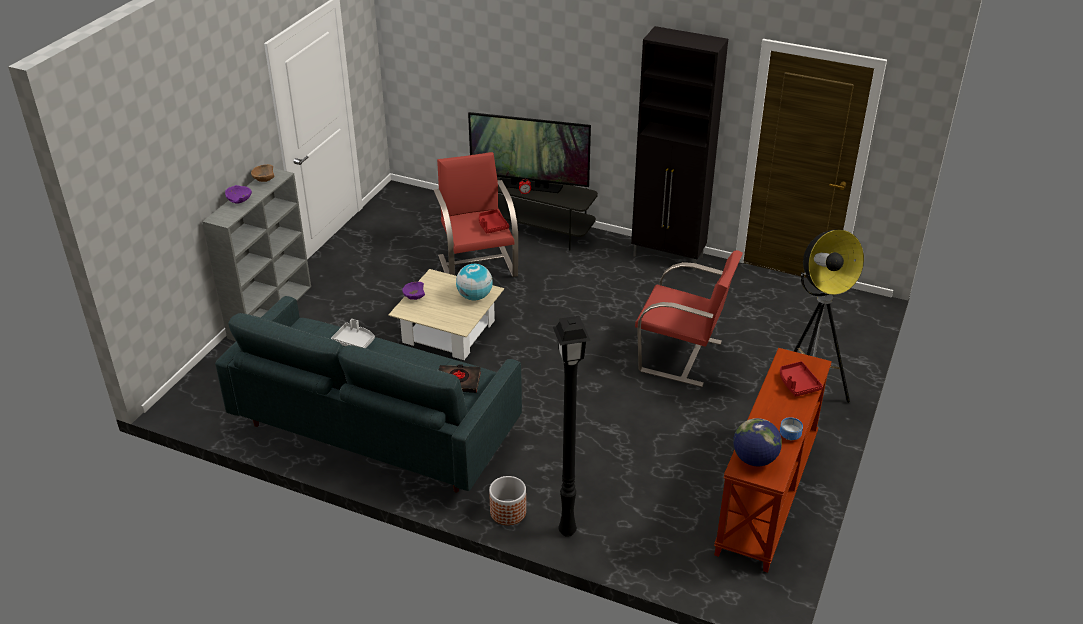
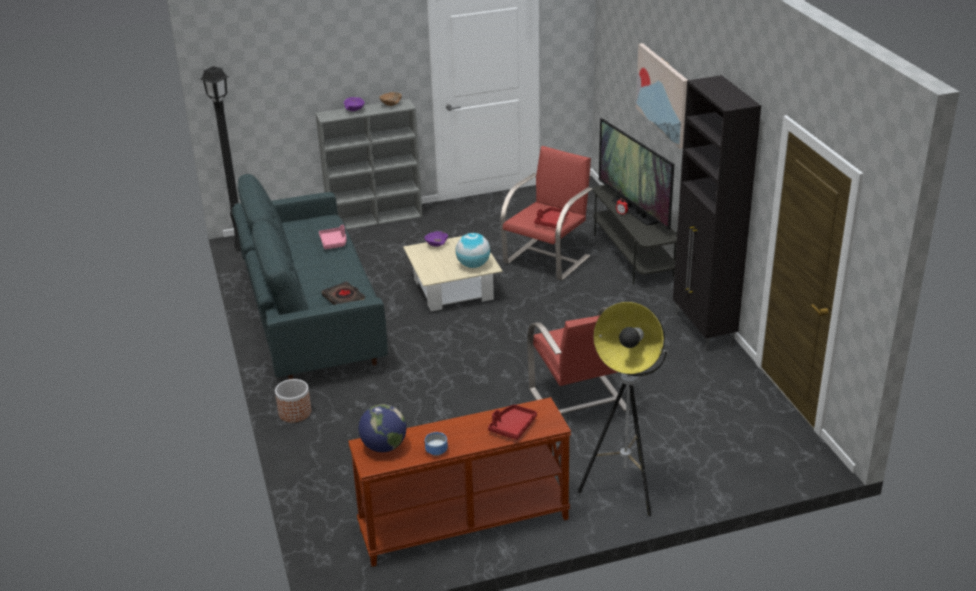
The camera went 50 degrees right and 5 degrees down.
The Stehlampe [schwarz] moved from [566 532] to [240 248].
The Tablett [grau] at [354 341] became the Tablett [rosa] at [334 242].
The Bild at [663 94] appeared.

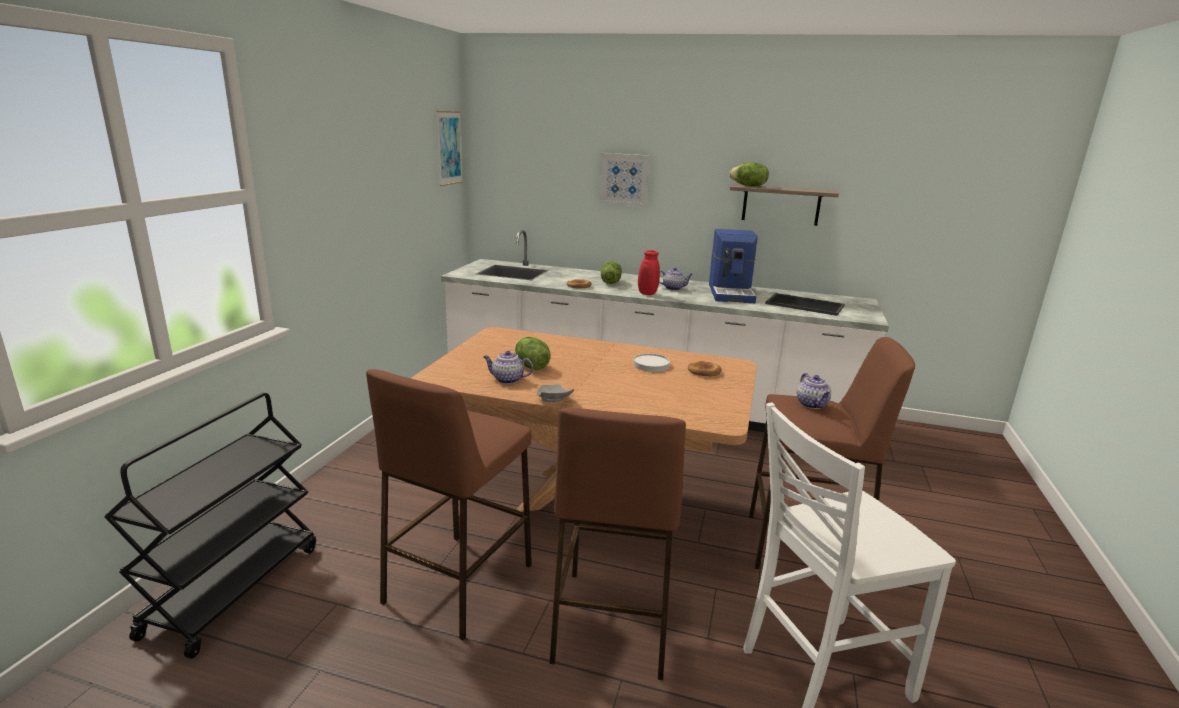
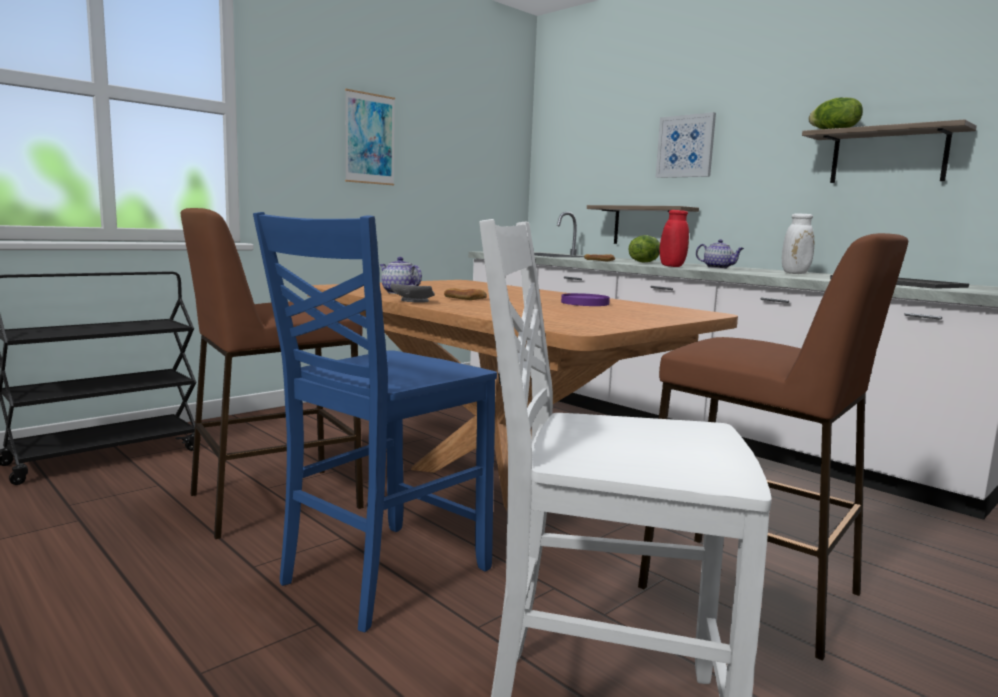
The camera went 30 degrees right and 10 degrees down.
The Hocker [braun] at [613 622] was replaced by the Stuhl [blau] at [380 575].
The Bild moved from [449 148] to [369 139].
The Brot moved from [704 371] to [465 298].
The Teller [weiß] at [651 365] became the Teller [lila] at [585 303].
The Wandregal at [648 226] appeared.
The Kaffeemaschine at [731 293] was replaced by the Vase [weiß] at [796 273].
The Salatkopf at [530 366] disappeared.
The Teekanne at [812 405] disappeared.

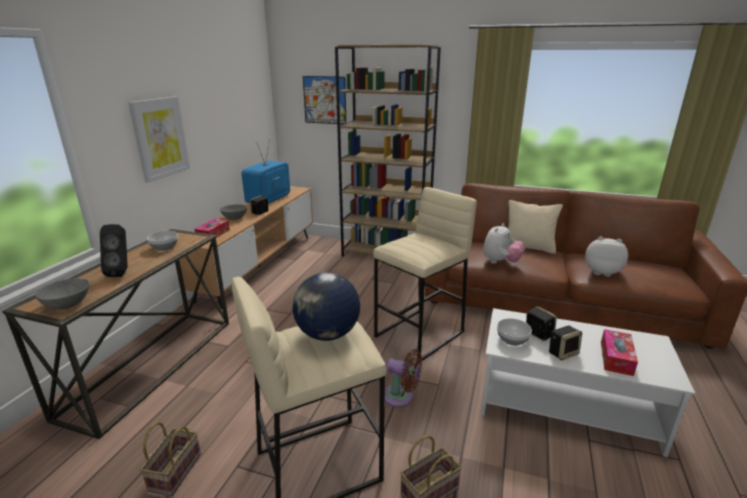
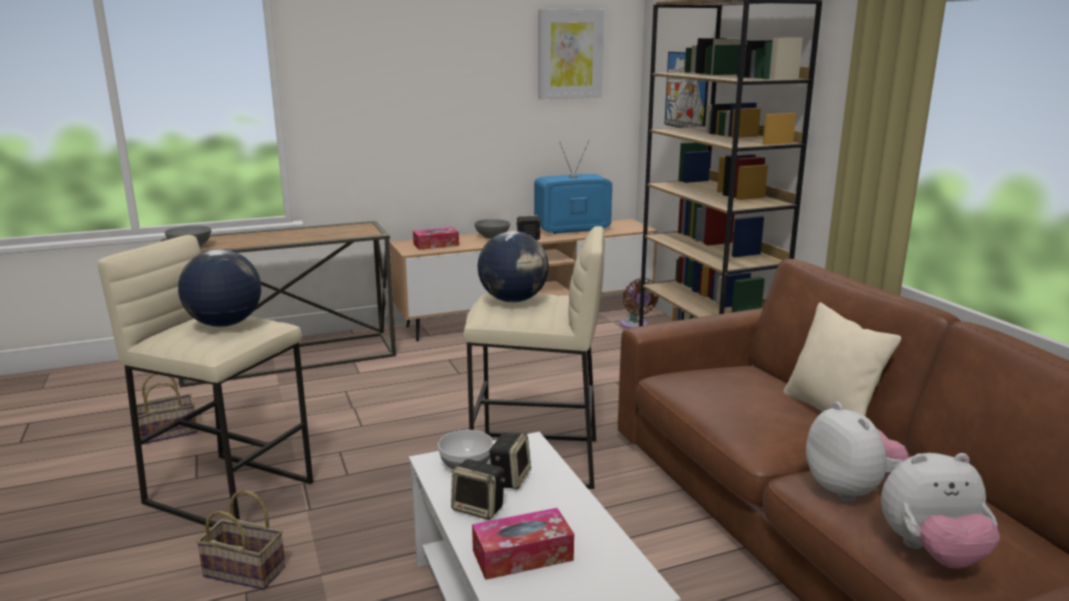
The camera went 50 degrees right and 5 degrees down.
The Globus at [513 300] appeared.
The Bild moved from [160 138] to [570 54].
The Ventilator [braun] moved from [401 397] to [635 325].
The Plüschtier moved from [500 262] to [931 553].
The Lautsprecher [schwarz] at [122 272] disappeared.
The Schüssel at [164 247] disappeared.

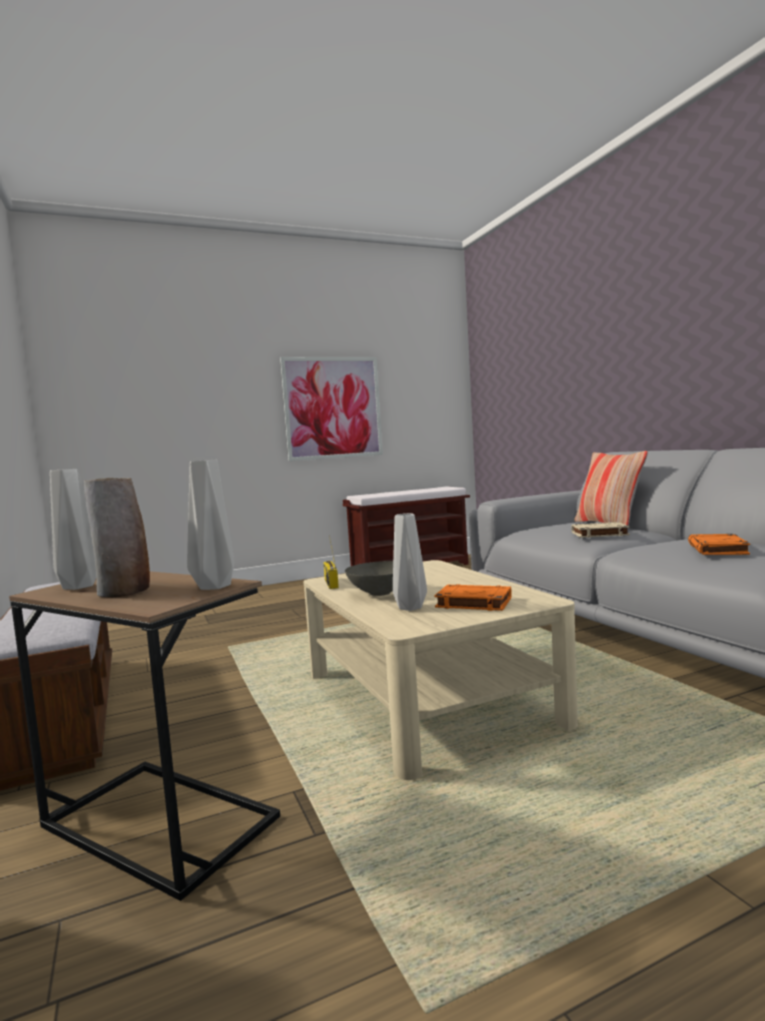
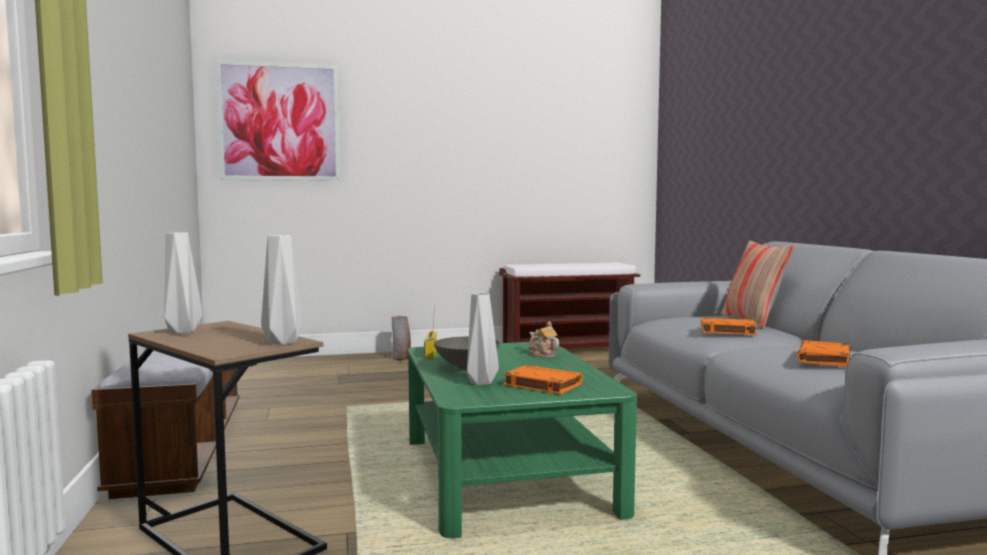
The camera went 10 degrees right and 0 degrees up.
The Bild moved from [333 408] to [279 122].
The Vase moved from [123 592] to [401 358].
The Couchtisch [beige] at [428 698] became the Couchtisch [grün] at [507 475].
The Teekanne at [542 354] appeared.
The Buch [beige] at [599 534] became the Buch [orange] at [727 330].

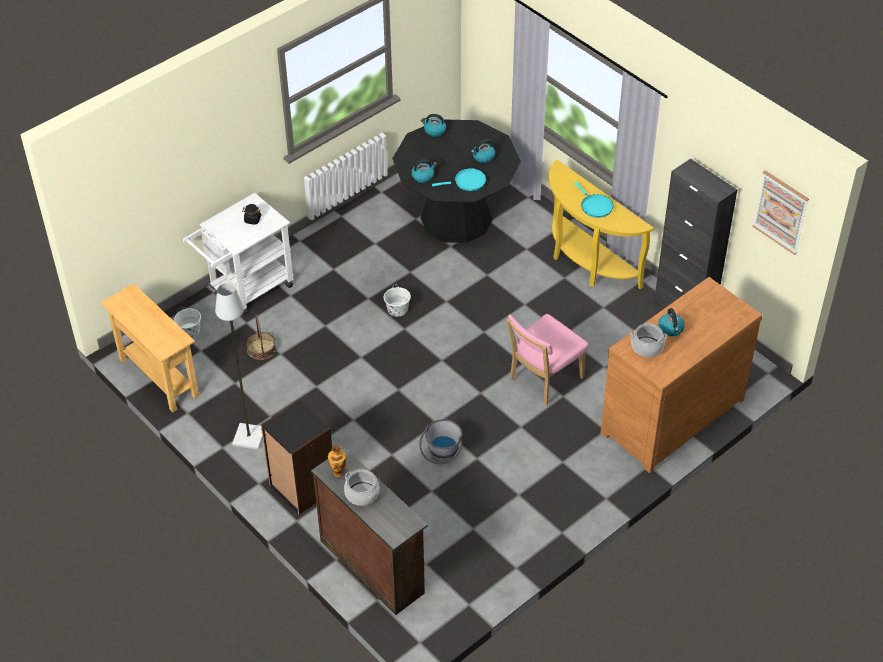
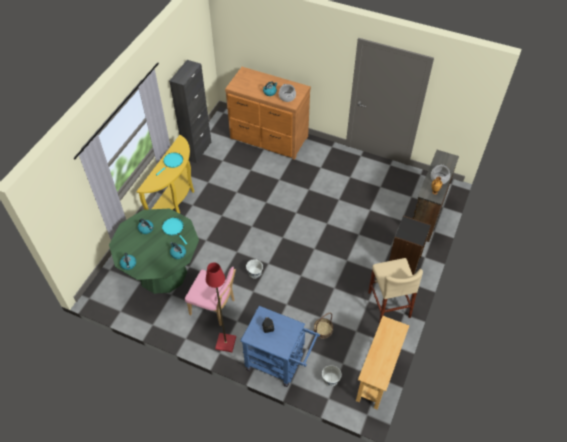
The camera went 115 degrees left and 5 degrees up.
The Esstisch [schwarz] at [456 218] became the Esstisch [grün] at [162 273].
The Stuhl [rosa] moved from [543 380] to [214 308].
The Stehlampe [rot] at [226 343] appeared.
The Rollwagen [weiß] at [246 290] became the Rollwagen [blau] at [279 363].
The Stehlampe [grau] at [248 436] was replaced by the Hocker [beige] at [388 304].
The Eimer [grau] at [442 457] disappeared.
The Bild at [781 212] disappeared.

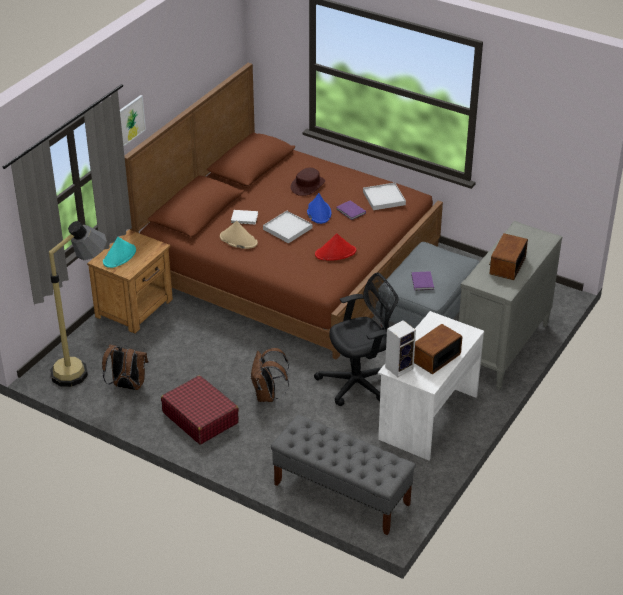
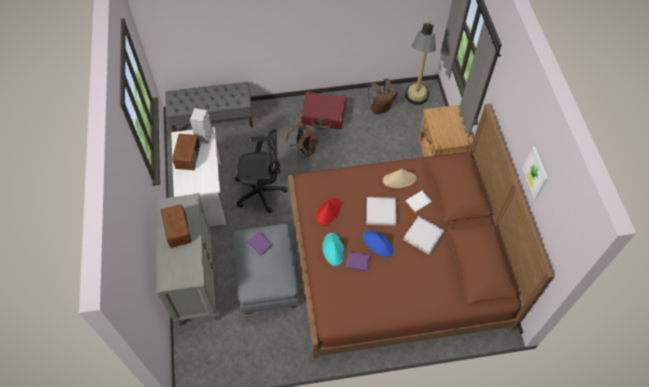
The camera went 140 degrees right and 20 degrees up.
The Bürostuhl [schwarz] at [359 383] turned 120 degrees counterclockwise.
The Hut [türkis] moved from [119 256] to [333 250].
The Tablett [weiß] moved from [384 198] to [423 236].
The Bild moved from [130 121] to [536 172].
The Hut [braun] at [307 185] disappeared.

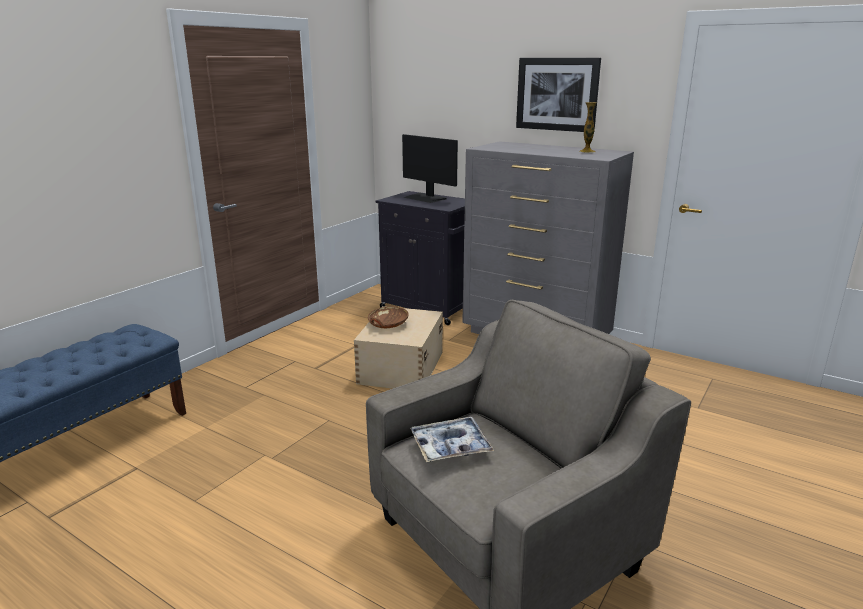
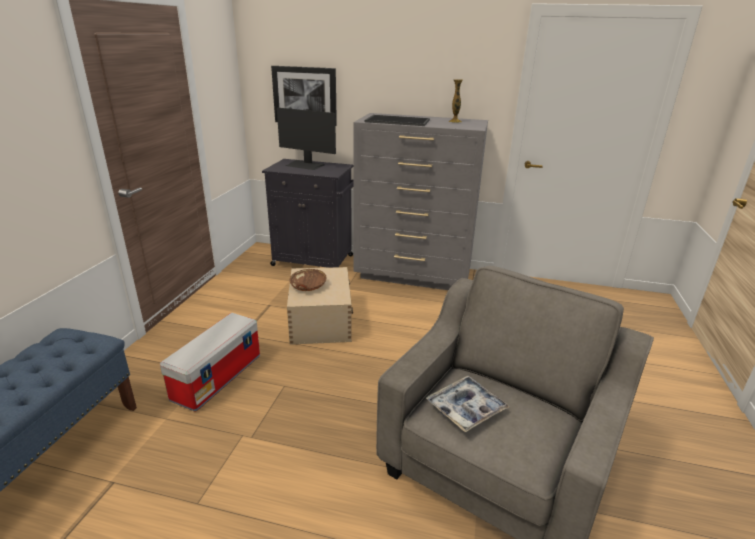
The camera went 20 degrees left and 5 degrees up.
The Aufbewahrungsbox at [218 377] appeared.
The Bild moved from [557 94] to [305 96].
The Tablett at [396 121] appeared.

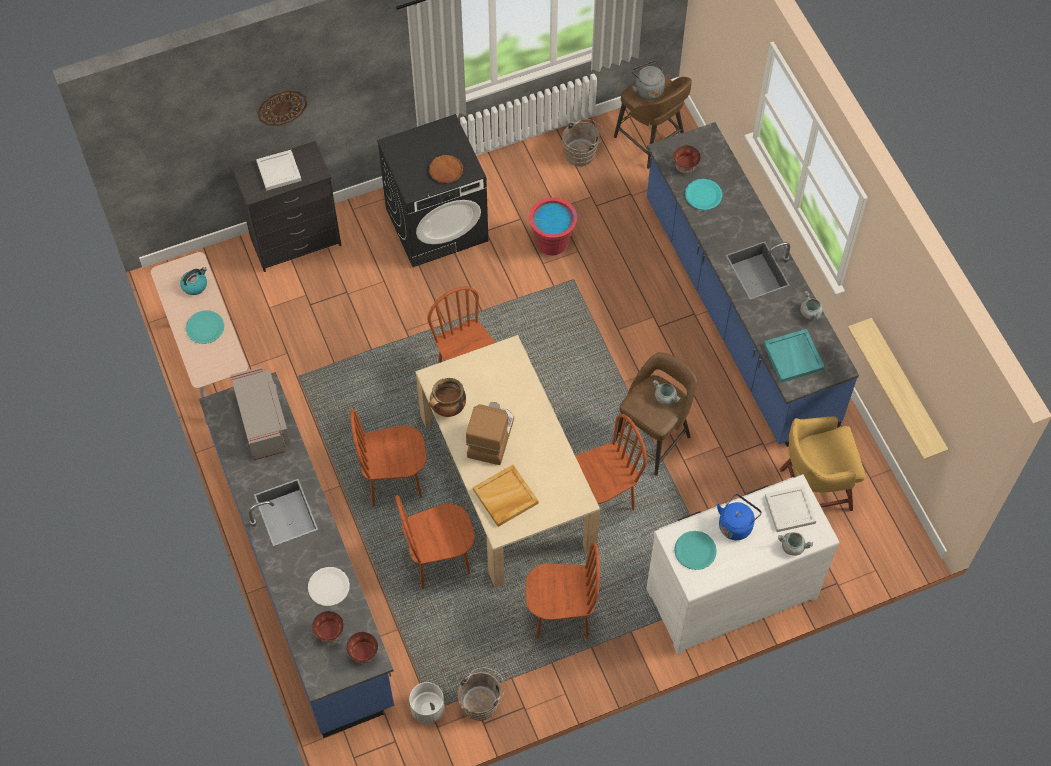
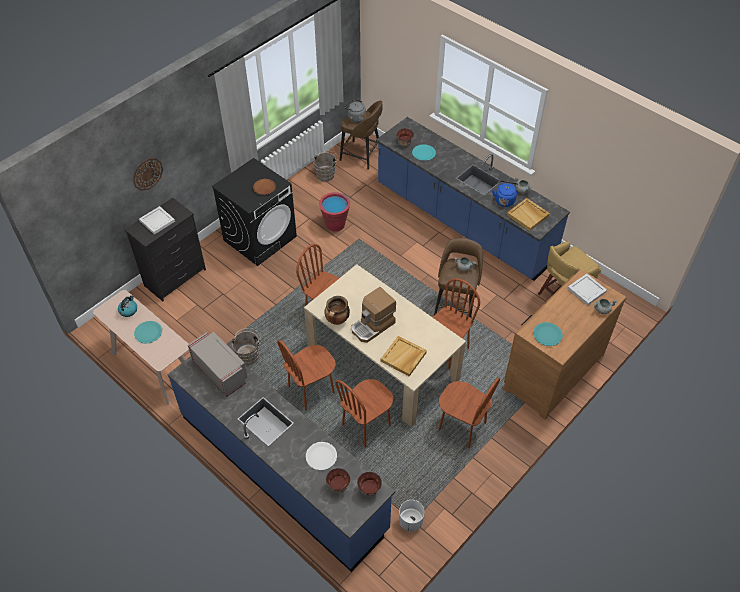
The camera went 25 degrees left and 10 degrees down.
The Eimer [braun] moved from [482 702] to [248 354].
The Kaffeemaschine at [490 436] turned 120 degrees counterclockwise.
The Stuhl [braun] at [561 615] turned 60 degrees clockwise.
The Wasserkessel [blau] moved from [736 524] to [504 200].
The Kommode [weiß] at [729 590] became the Kommode [braun] at [552 371].
The Tablett [türkis] at [794 357] became the Tablett [beige] at [528 215].
The Wandregal at [906 389] disappeared.

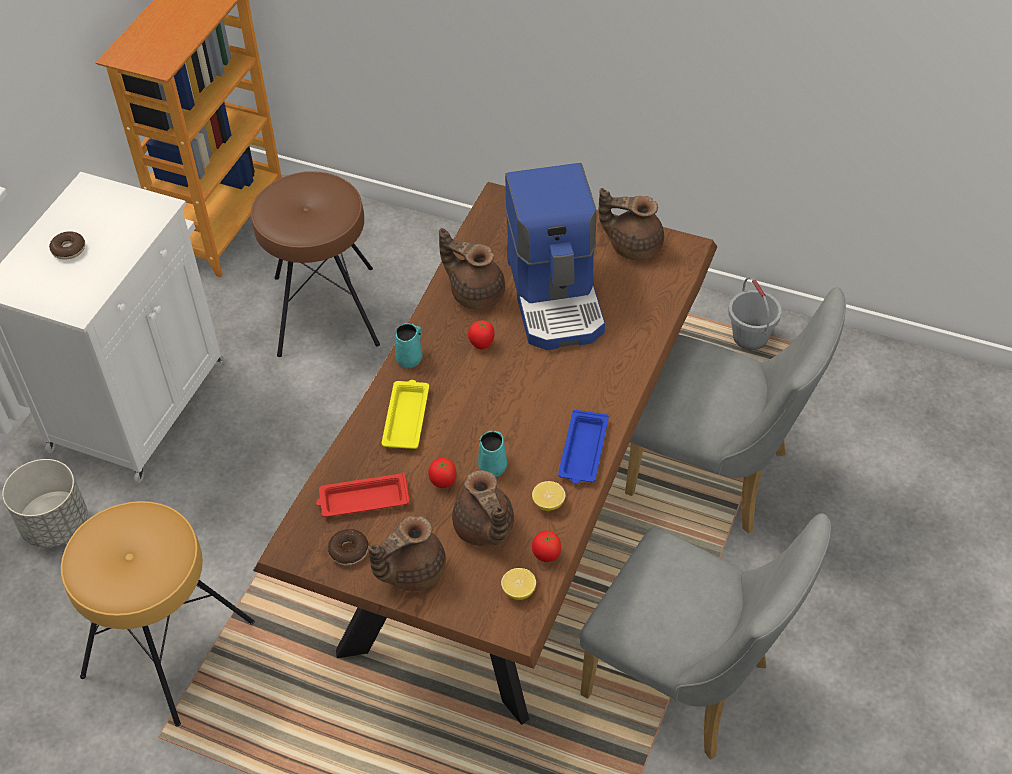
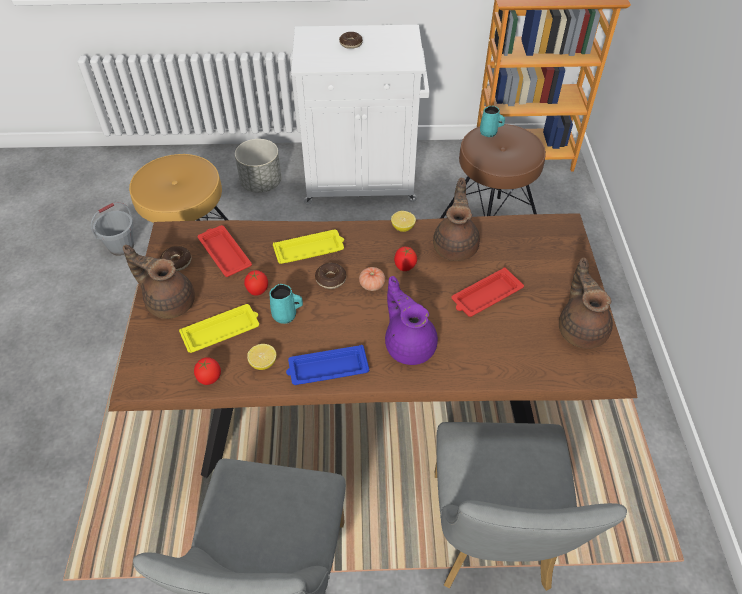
The camera went 65 degrees right and 0 degrees up.
The Eimer [grau] moved from [749 338] to [121 246].
The Teekanne [braun] at [484 529] was replaced by the Tablett [gelb] at [222 331].
The Donut at [330 279] appeared.
The Tomate at [372 285] appeared.
The Teekanne [lila] at [409 344] appeared.
The Zitrone moved from [518 591] to [402 227].
The Kaffeemaschine at [557 296] was replaced by the Tablett [rot] at [485 296].
The Henkelbecher [türkis] moved from [410 358] to [489 133].

